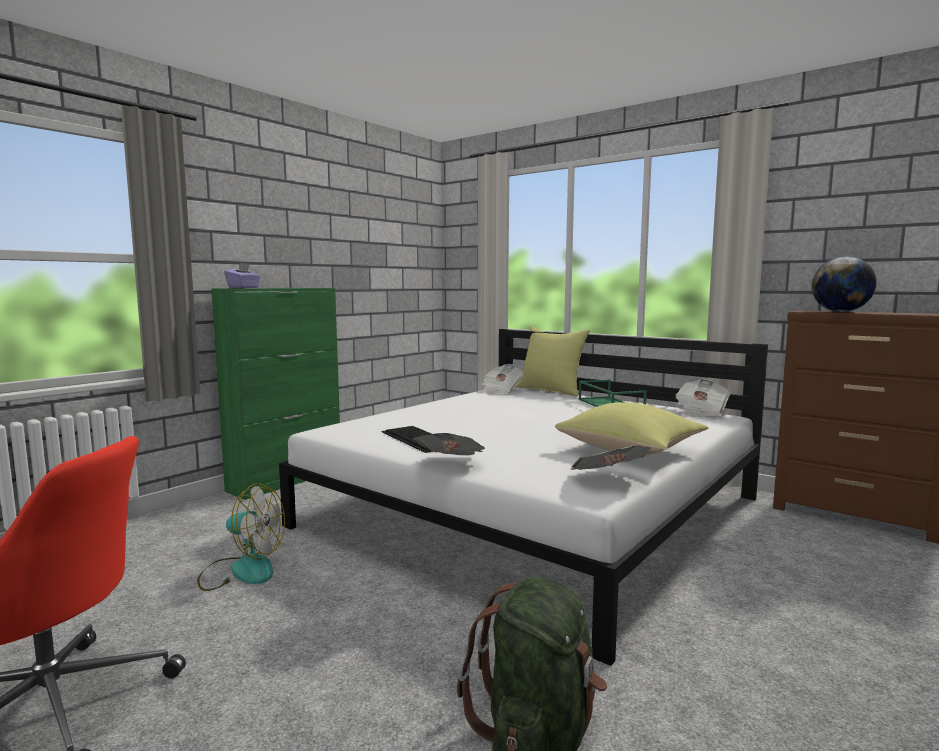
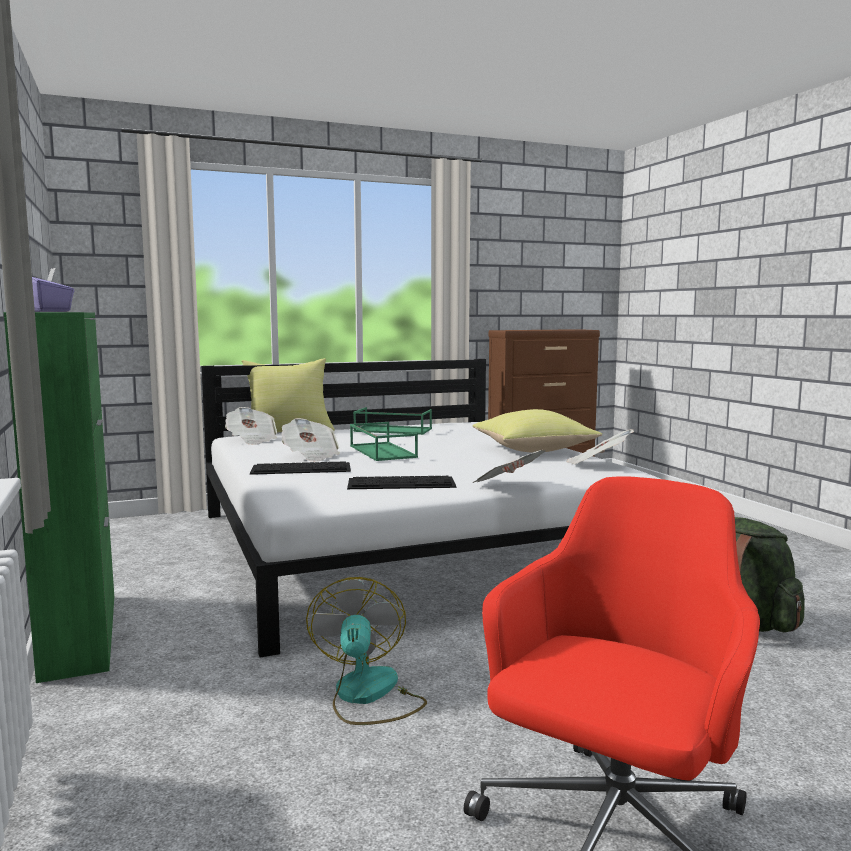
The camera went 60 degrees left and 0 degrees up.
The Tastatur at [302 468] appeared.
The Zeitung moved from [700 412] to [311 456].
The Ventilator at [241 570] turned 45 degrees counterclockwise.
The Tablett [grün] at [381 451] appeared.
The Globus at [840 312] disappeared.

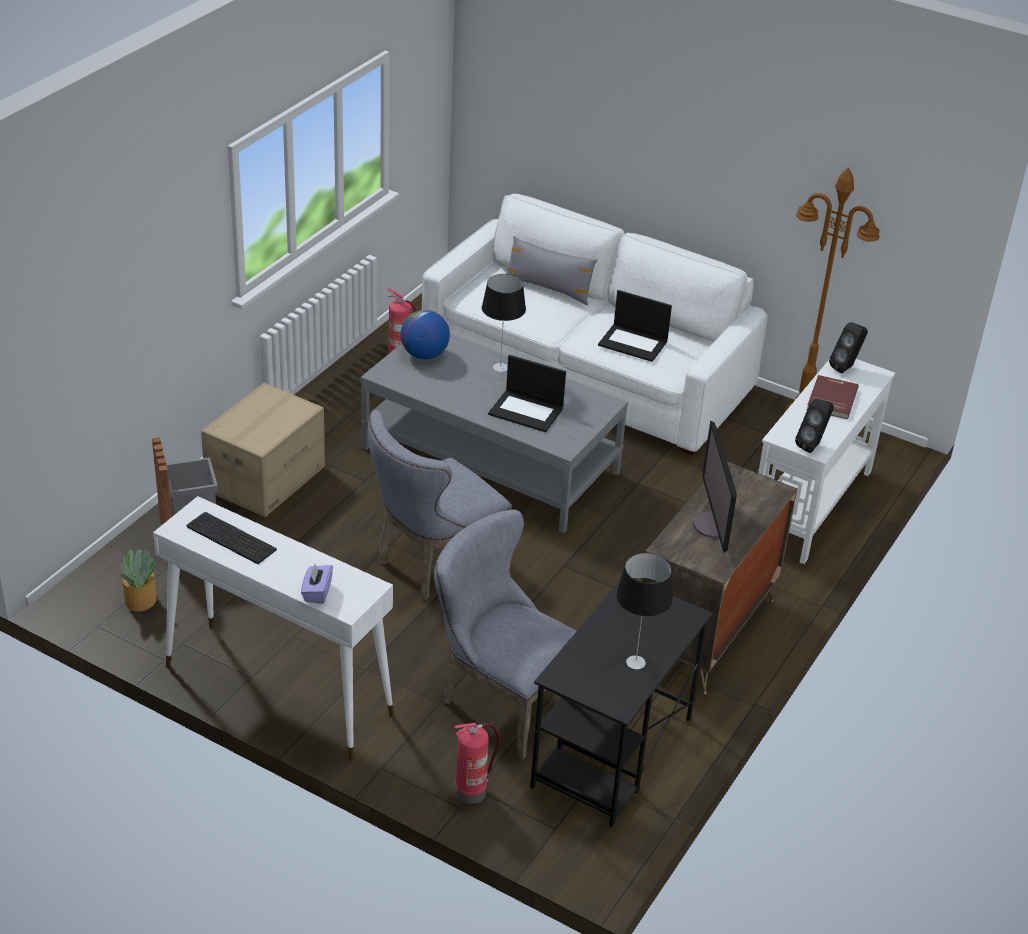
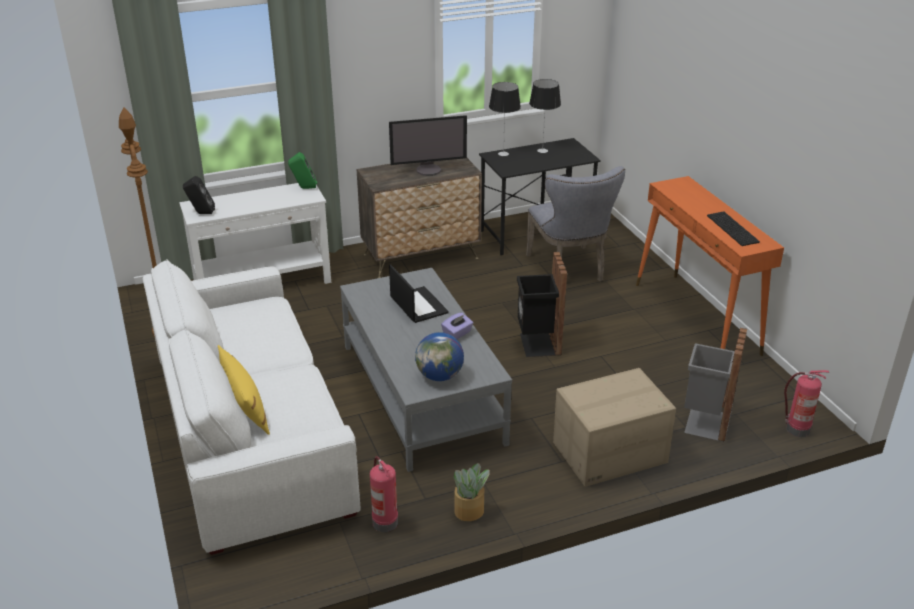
The camera went 140 degrees left and 5 degrees down.
The Kissen [grau] at [548 288] became the Kissen [gelb] at [245 407].
The Lautsprecher [schwarz] at [812 445] became the Lautsprecher [grün] at [304 188].
The Monitor at [714 526] turned 45 degrees clockwise.
The Taschentuchbox [lila] moved from [317 592] to [457 334].
The Topfpflanze moved from [140 600] to [470 511].
The Tischlampe moved from [500 367] to [503 154].
The Stuhl [grau] at [433 564] was replaced by the Mülleimer [schwarz] at [538 344].
The Konsolentisch [weiß] at [277 690] became the Konsolentisch [orange] at [696 318].
The Feuerlöscher moved from [471 791] to [796 429].
The Laptop at [634 343] disappeared.
The Buch [rot] at [830 399] disappeared.

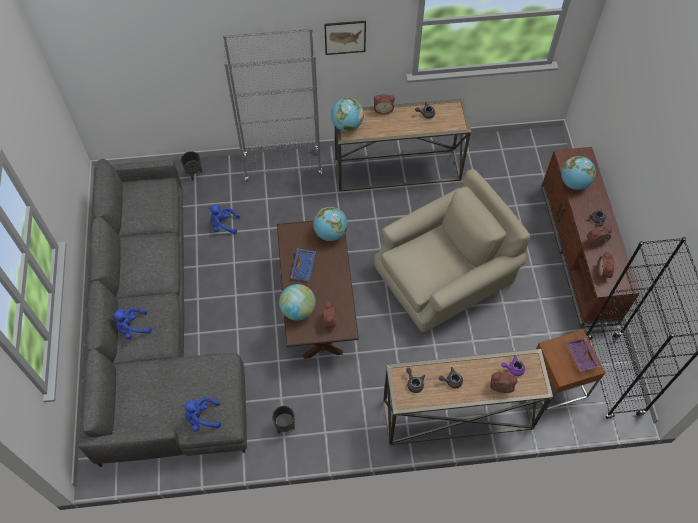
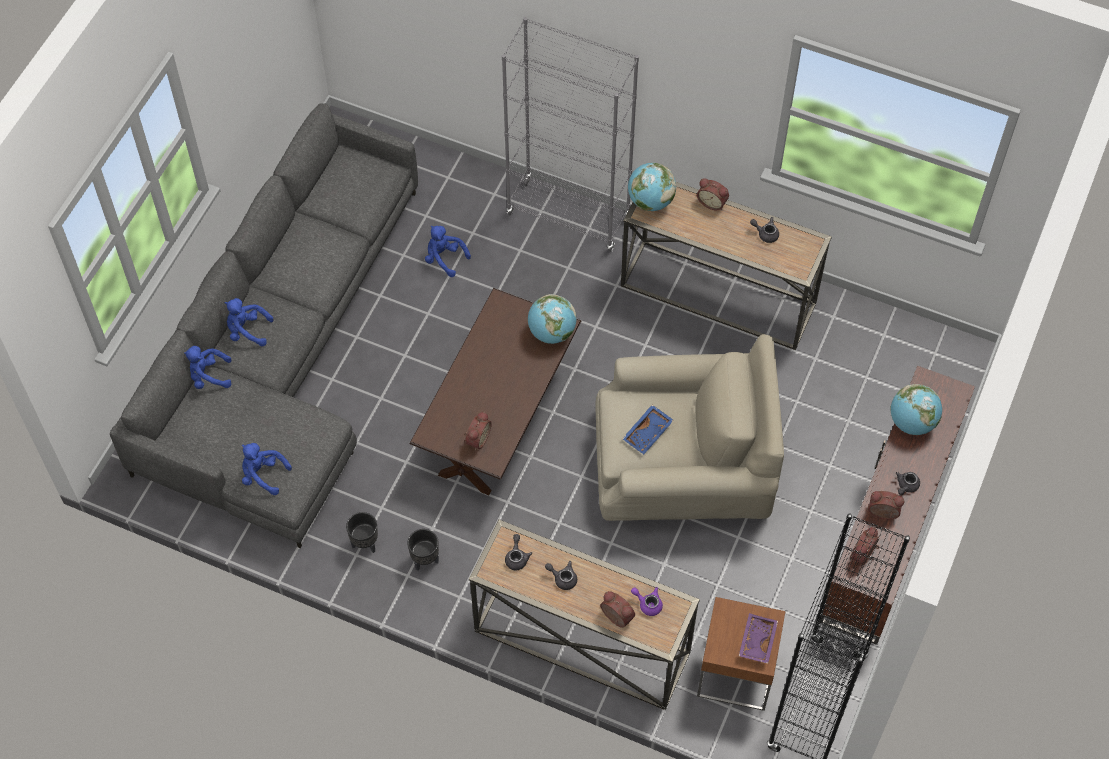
The camera went 30 degrees right and 0 degrees up.
The Plüschtier [blau] at [208 376] appeared.
The Pflanzkübel [schwarz] moved from [194 174] to [424 560].
The Tablett [blau] moved from [304 267] to [648 433].
The Globus at [298 310] disappeared.
The Bild at [345 37] disappeared.

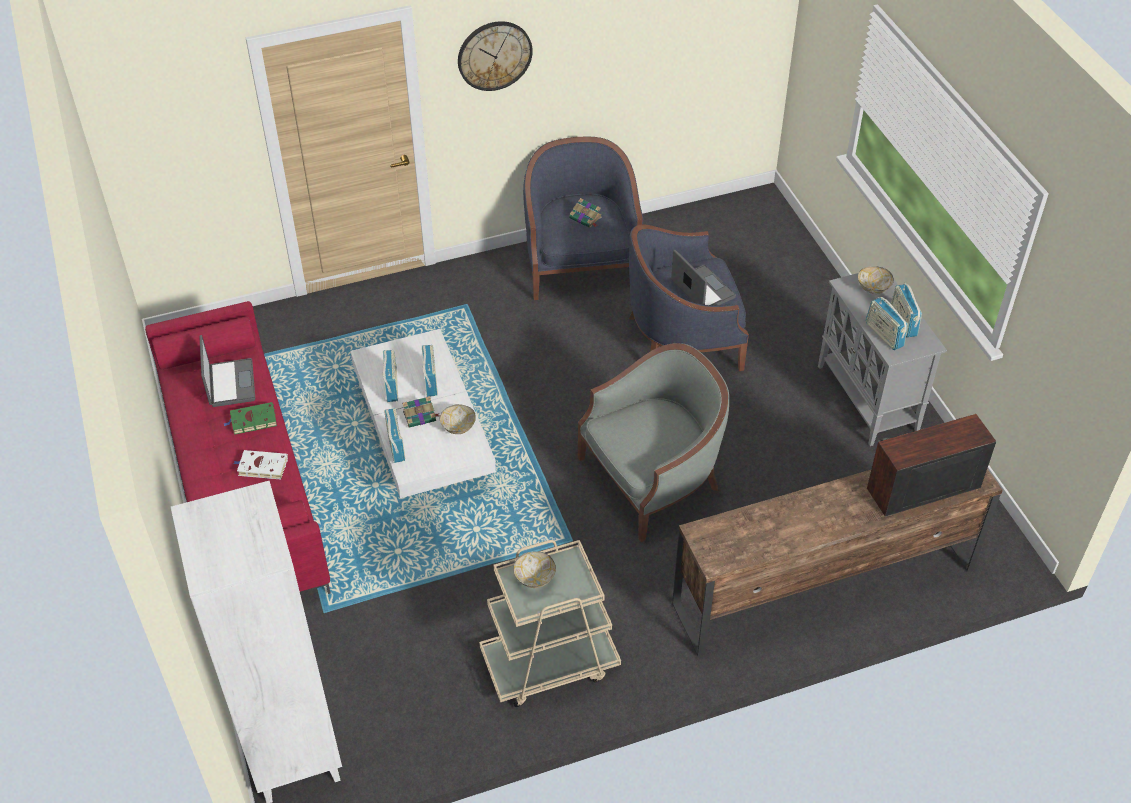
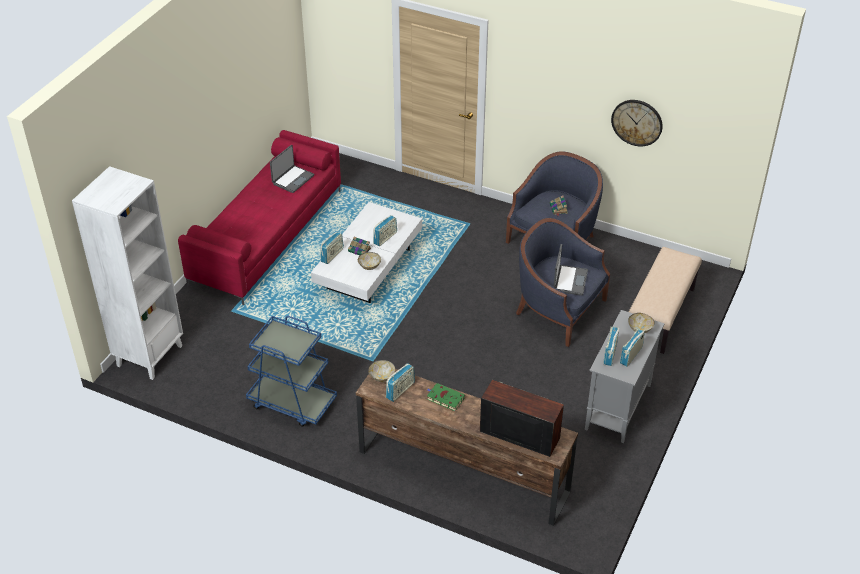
The camera went 45 degrees right and 5 degrees down.
The Rollwagen [beige] at [549 663] became the Rollwagen [blau] at [292 402].
The Schüssel moved from [534 578] to [381 377].
The Radio moved from [391 386] to [400 390].
The Buch [grün] moved from [252 421] to [444 398].
The Wanduhr moved from [494 55] to [637 122].
The Bank [beige] at [661 315] appeared.
The Buch [weiß] at [261 467] disappeared.
The Sessel [grau] at [652 480] disappeared.

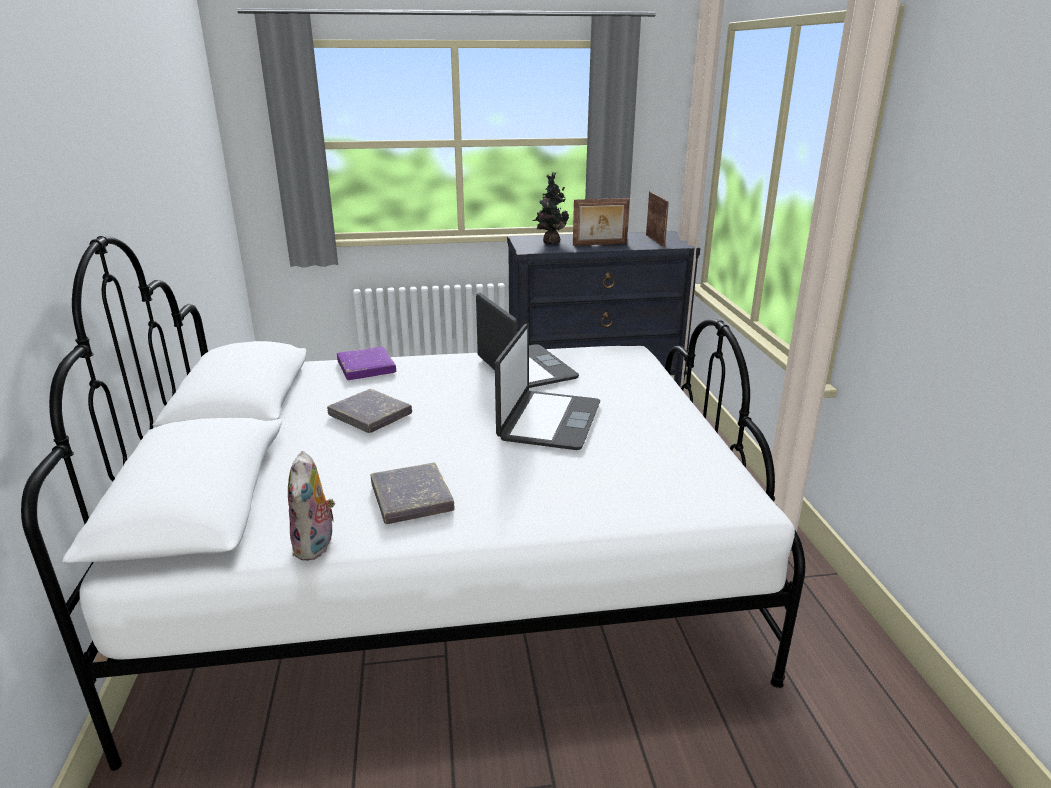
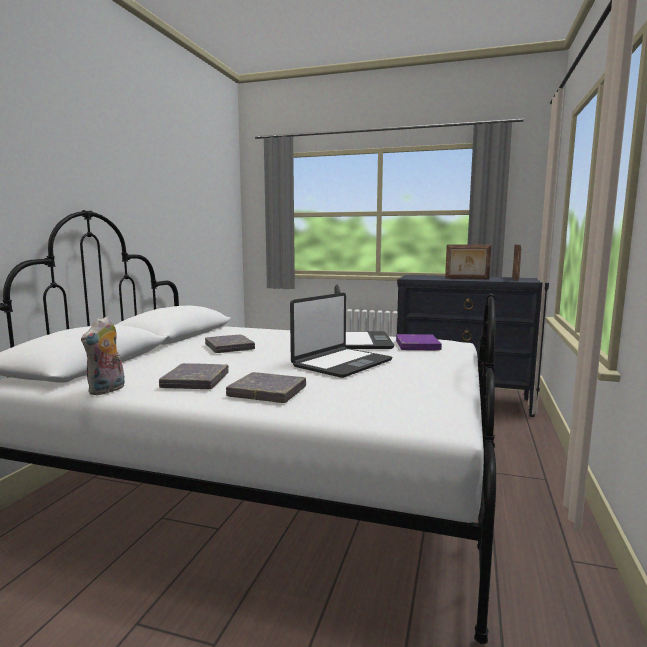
The camera went 25 degrees right and 15 degrees down.
The Buch [grau] at [267 392] appeared.
The Buch [lila] moved from [366 367] to [417 346].
The Topfpflanze at [550 242] disappeared.

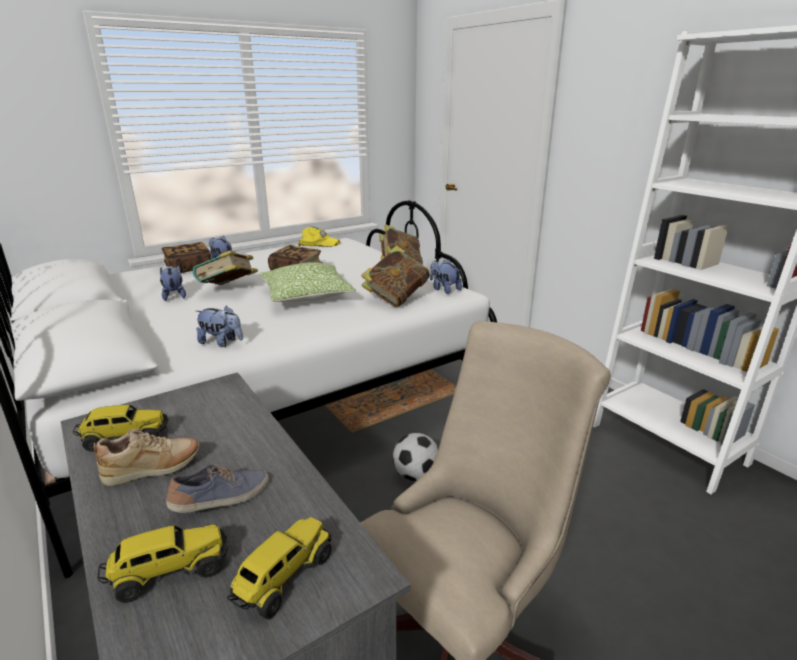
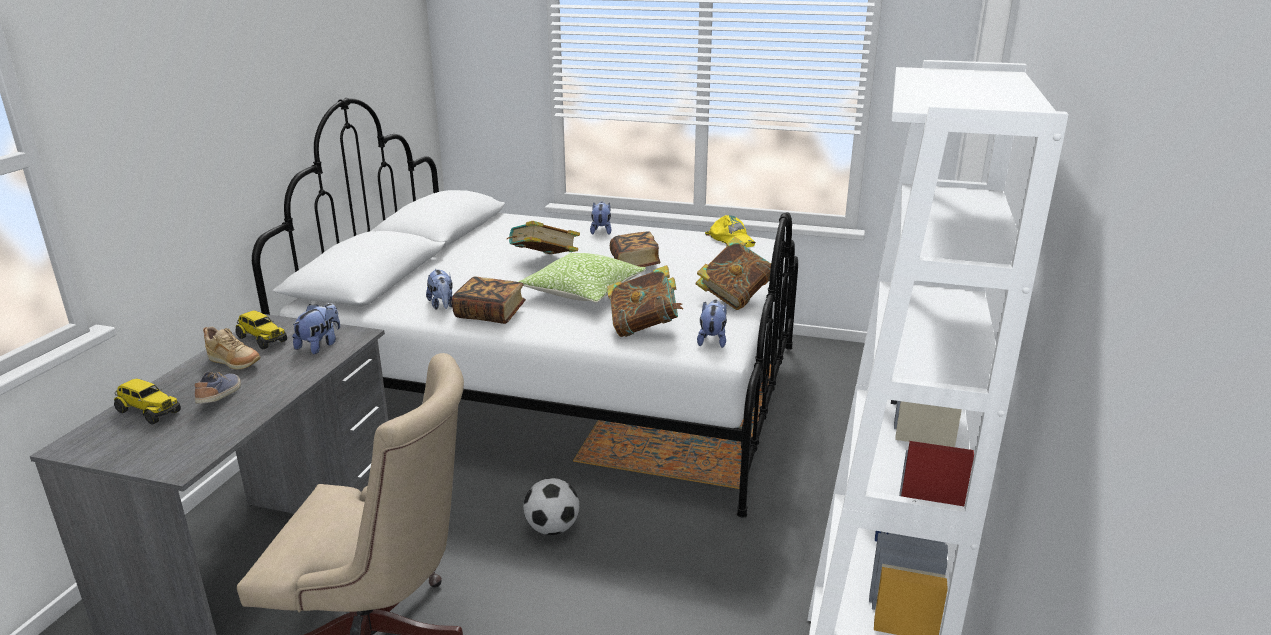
The camera went 50 degrees right and 0 degrees up.
The Schuh at [222 500] turned 105 degrees counterclockwise.
The Plüschtier moved from [174 296] to [320 345].
The Buch moved from [189 268] to [490 314].
The Spielzeuglaster at [283 577] disappeared.

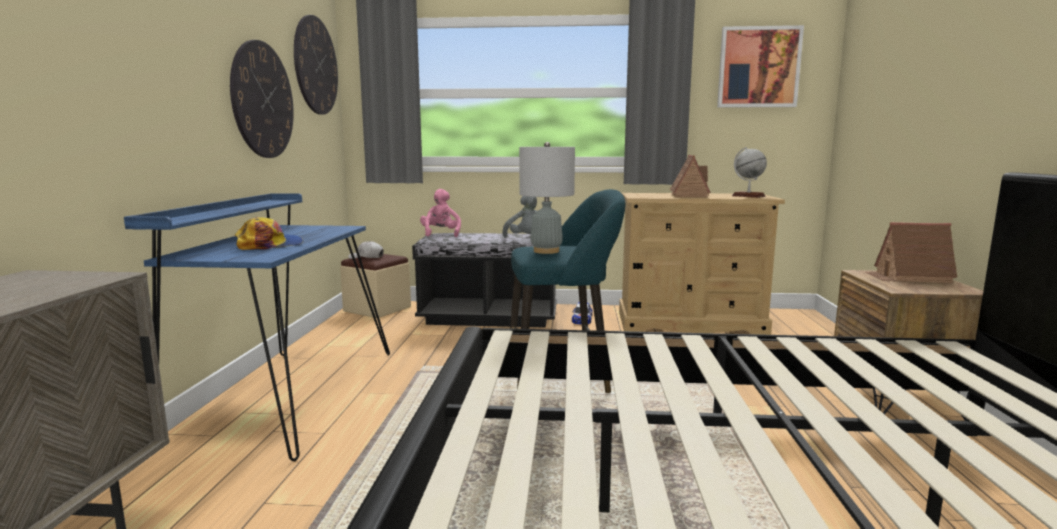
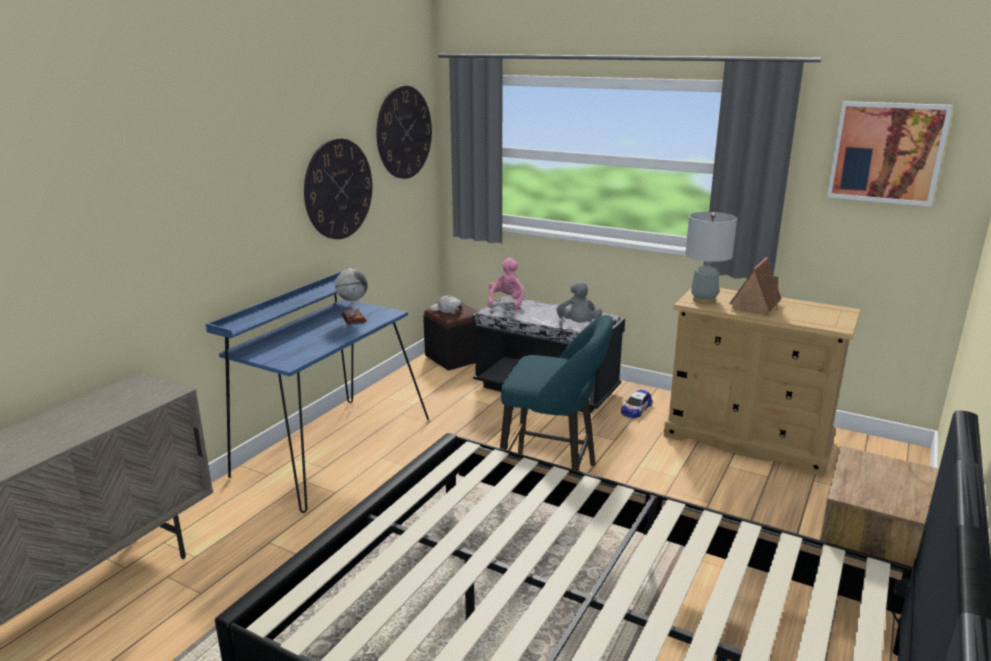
The camera went 25 degrees right and 10 degrees up.
The Globus moved from [748 196] to [353 318].
The Polsterhocker [beige] at [377 309] became the Polsterhocker [schwarz] at [455 358].
The Tischlampe [grau] moved from [546 251] to [703 300].
The Kappe at [269 245] disappeared.
The Spielzeughaus at [908 277] disappeared.

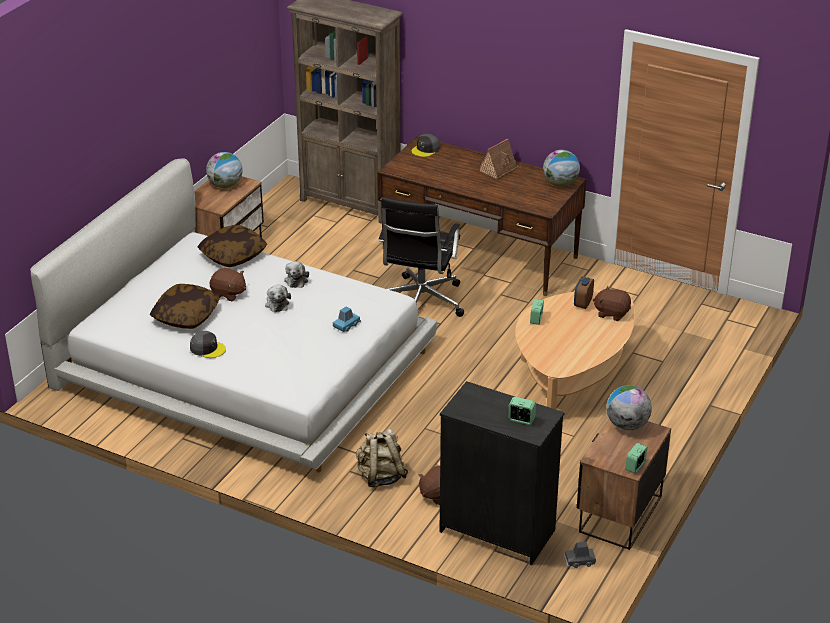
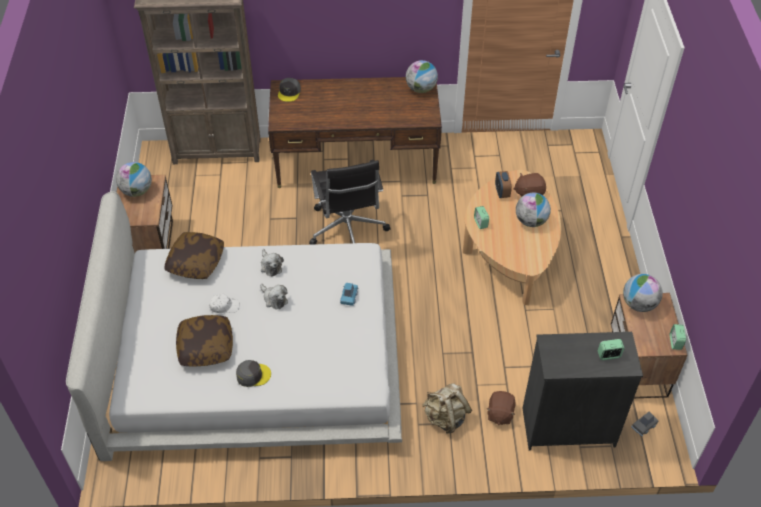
The camera went 30 degrees left and 15 degrees up.
The Plüschtier [braun] at [228 294] was replaced by the Kappe [weiß] at [224 306].
The Globus at [531 221] appeared.
The Spielzeughaus at [498 169] disappeared.

